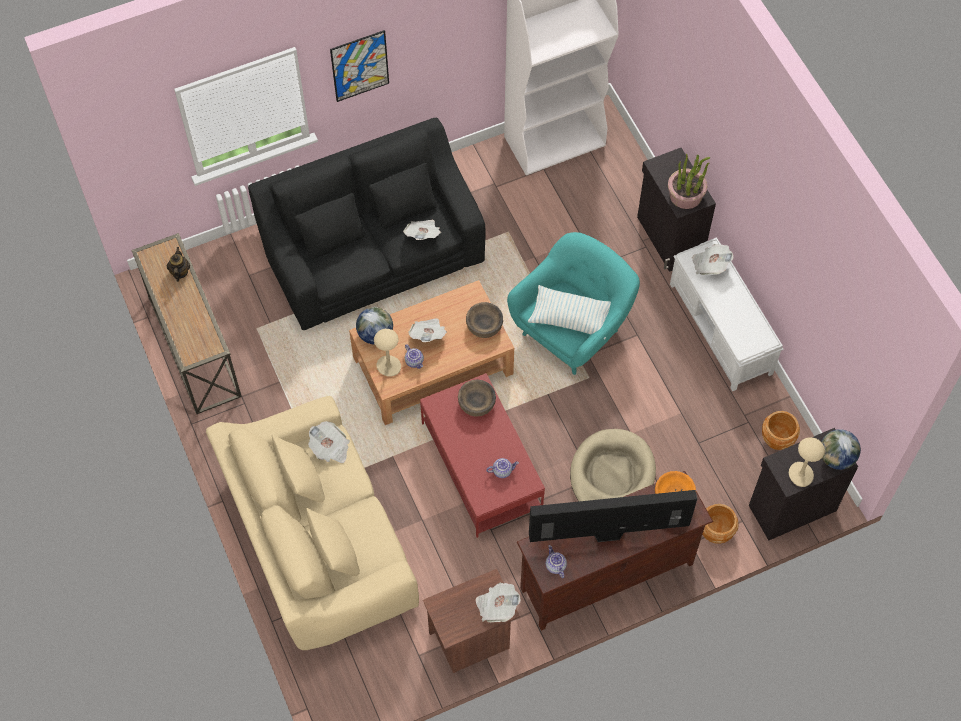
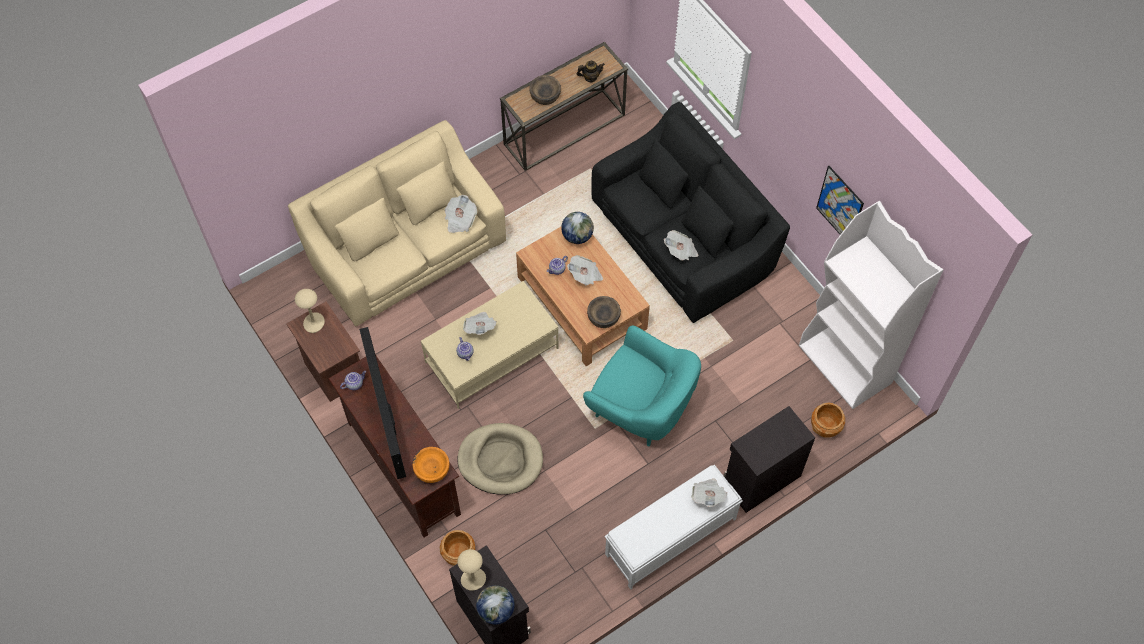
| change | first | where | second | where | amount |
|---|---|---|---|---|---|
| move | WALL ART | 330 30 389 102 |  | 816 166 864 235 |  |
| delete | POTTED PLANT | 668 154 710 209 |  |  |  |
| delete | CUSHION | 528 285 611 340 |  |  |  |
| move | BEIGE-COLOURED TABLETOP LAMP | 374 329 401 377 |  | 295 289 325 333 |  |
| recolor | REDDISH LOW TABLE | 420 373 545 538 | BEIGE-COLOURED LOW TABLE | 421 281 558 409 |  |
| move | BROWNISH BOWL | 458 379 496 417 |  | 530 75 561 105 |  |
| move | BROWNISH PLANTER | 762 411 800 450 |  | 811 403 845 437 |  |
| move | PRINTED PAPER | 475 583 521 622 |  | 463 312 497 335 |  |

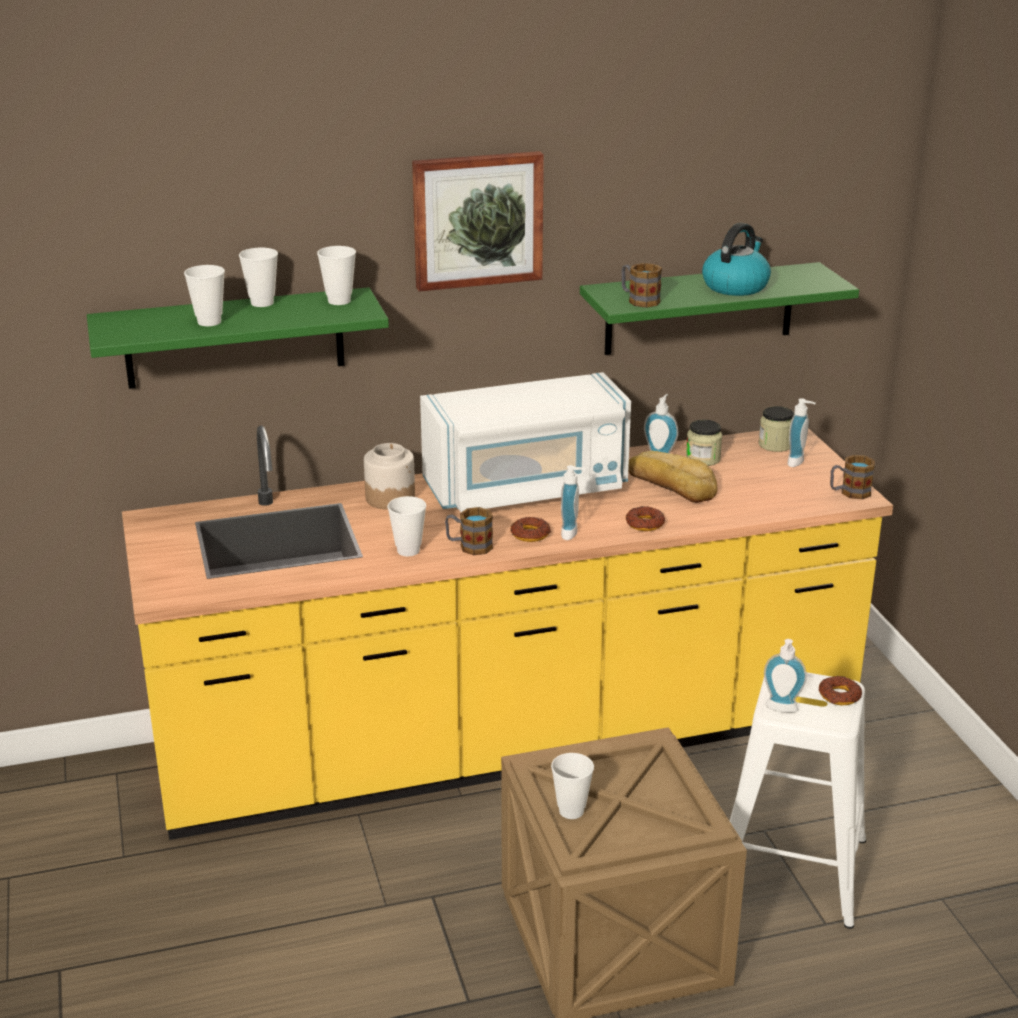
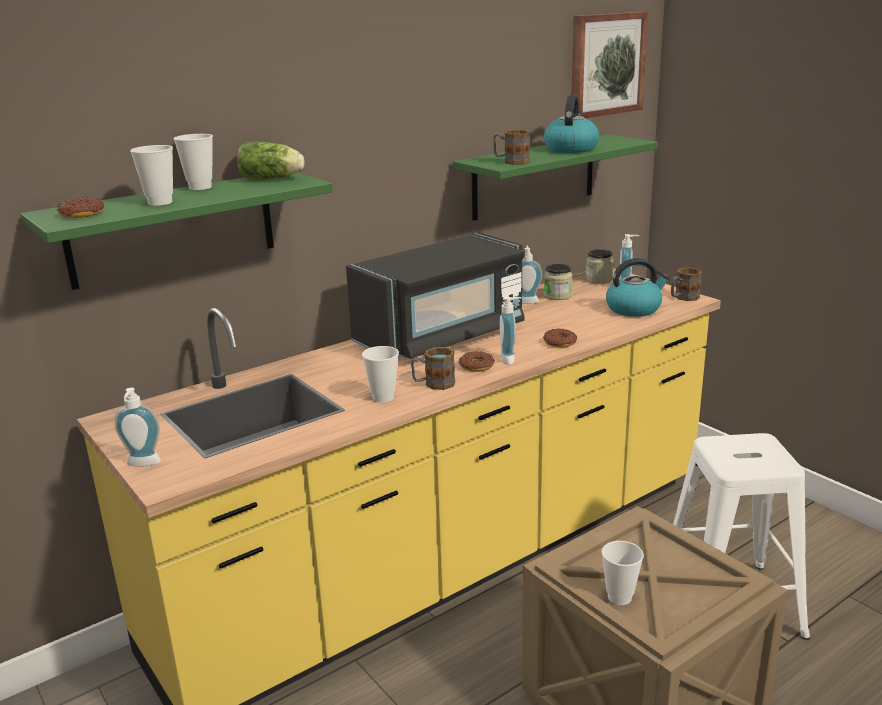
| change | first | where | second | where | amount |
|---|---|---|---|---|---|
| move | WALL ART | 412 151 544 291 |  | 572 12 649 118 |  |
| replace | CUP | 317 246 356 305 | HEAD OF LETTUCE | 237 142 305 180 |  |
| recolor | WHITE-COLOURED MICROWAVE | 420 372 631 512 | BLACK MICROWAVE | 346 233 525 359 |  |
| delete | PRESERVE JAR | 364 443 415 510 |  |  |  |
| delete | BAKERY BREAD | 628 451 717 503 |  |  |  |
| move | SOAP DISPENSER | 764 639 807 713 |  | 115 388 161 467 |  |
| move | DONUT | 819 676 862 705 |  | 57 197 104 218 |  |
| insert |  |  | KETTLE | 606 258 670 317 |  |

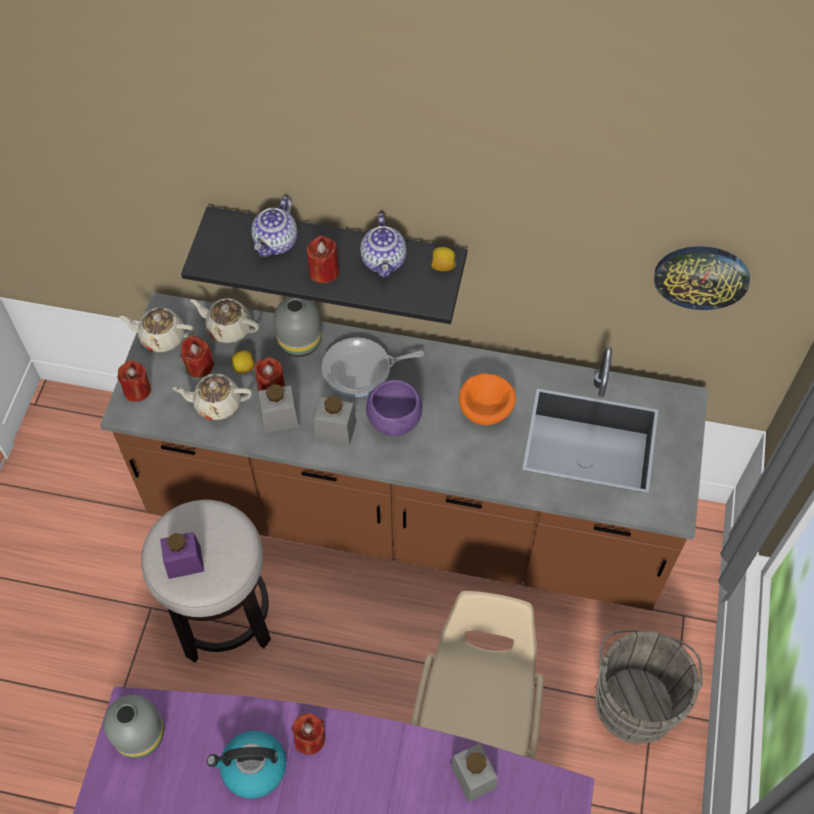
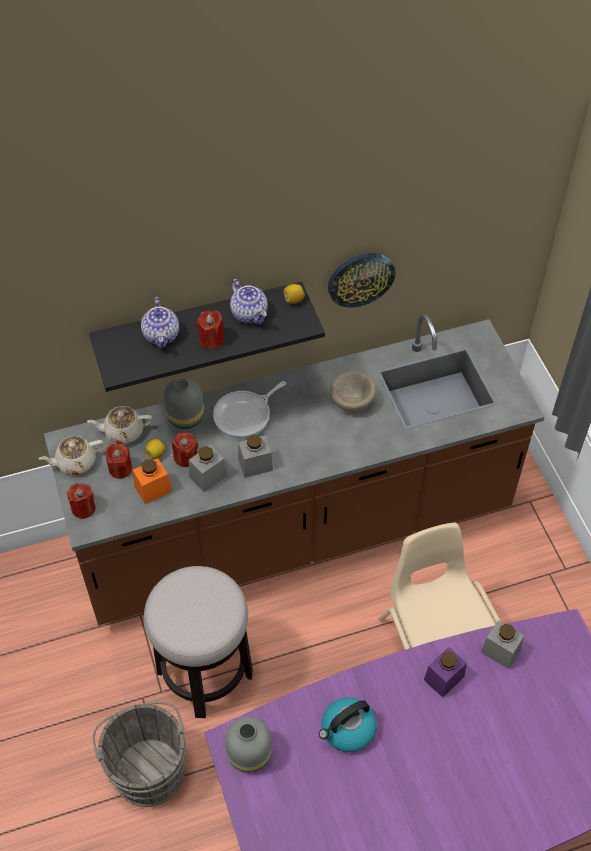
| change | first | where | second | where | amount |
|---|---|---|---|---|---|
| move | WALL CLOCK | 654 246 750 310 |  | 328 253 396 307 |  |
| recolor | ORANGEY BOWL | 459 373 516 425 | BEIGE-COLOURED BOWL | 330 372 376 412 |  |
| replace | BEIGE-COLOURED TEAPOT | 172 374 252 420 | ORANGEY PRESERVE JAR | 133 458 172 504 |  |
| delete | PURPLE BOWL | 366 380 422 436 |  |  |  |
| move | PURPLE PRESERVE JAR | 160 532 204 579 |  | 424 647 467 698 |  |
| move | GREY WATER BUCKET | 595 630 703 745 |  | 92 702 187 807 |  |
| delete | REDDISH WAX LIGHT | 292 713 325 755 |  |  |  |

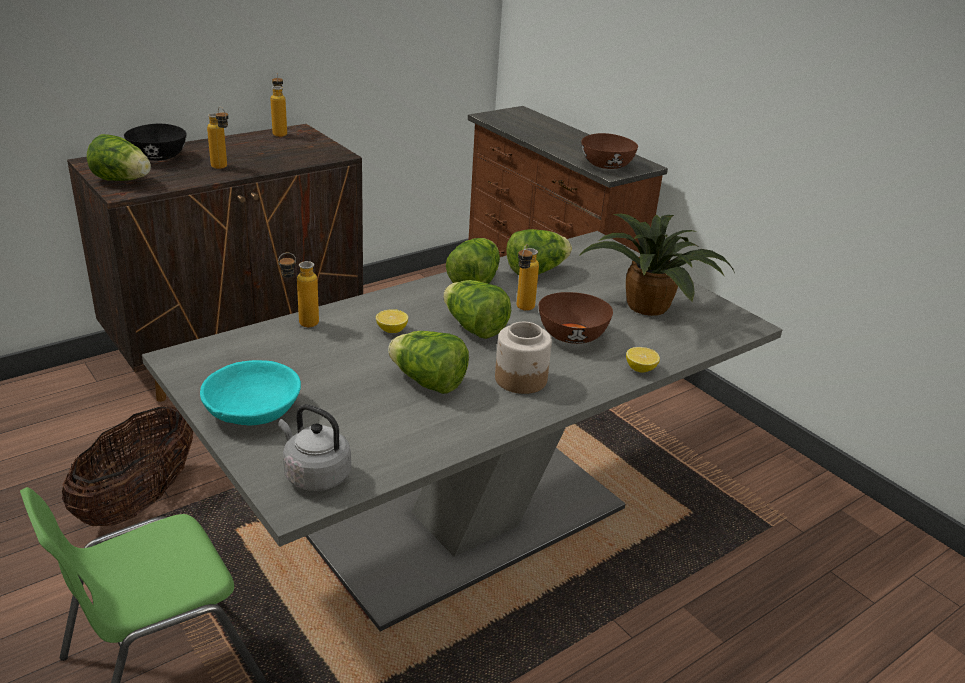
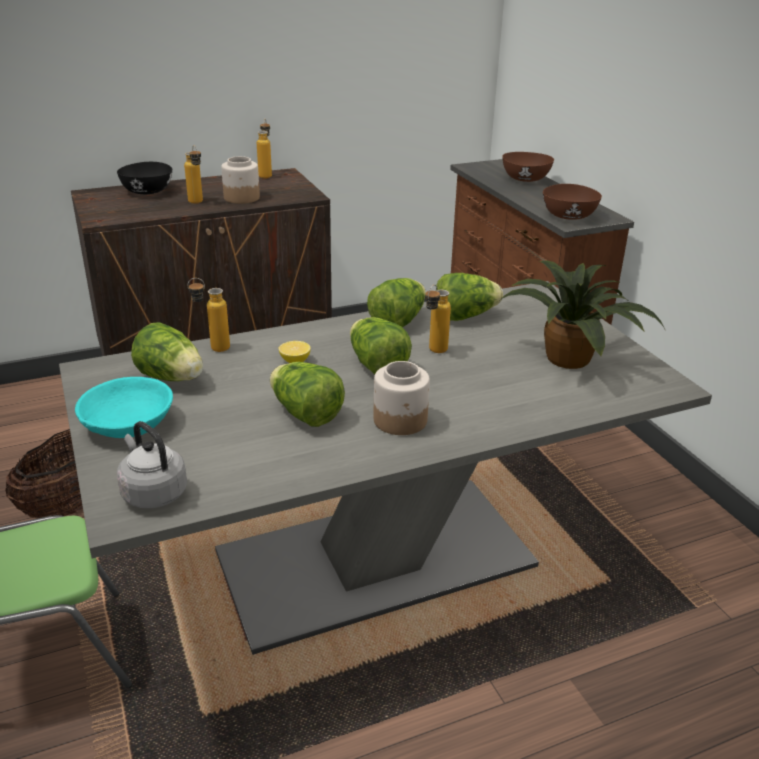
| change | first | where | second | where | amount |
|---|---|---|---|---|---|
| move | HEAD OF LETTUCE | 87 134 151 181 |  | 131 322 203 381 |  |
| move | BROWNISH BOWL | 539 292 613 344 |  | 502 152 554 182 |  |
| delete | CITRUS FRUIT | 626 347 660 373 |  |  |  |
| insert |  |  | PRESERVE JAR | 221 156 260 204 |  |

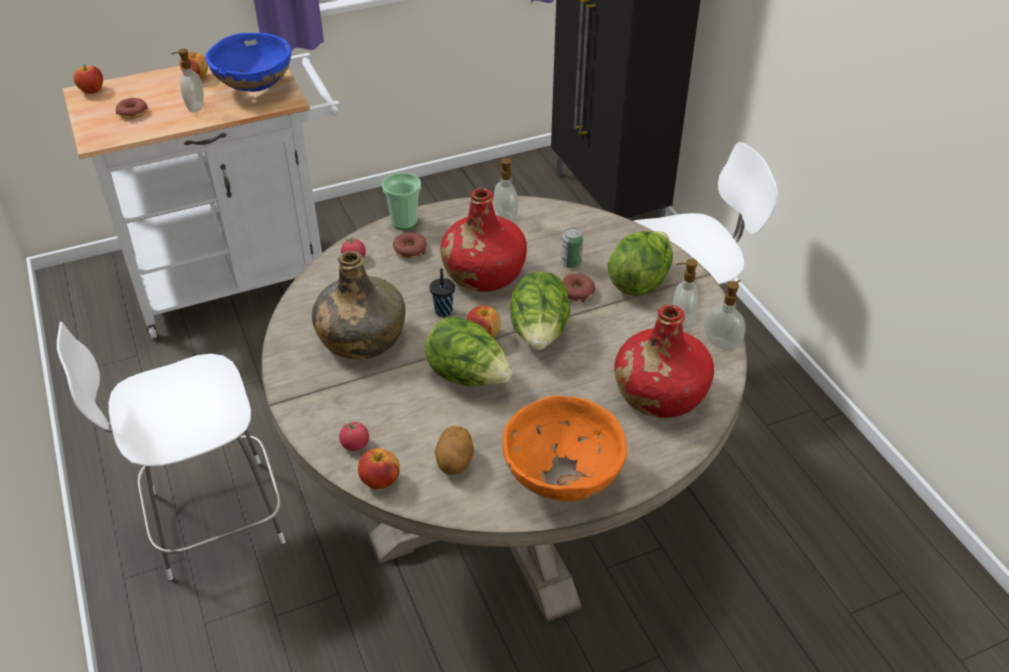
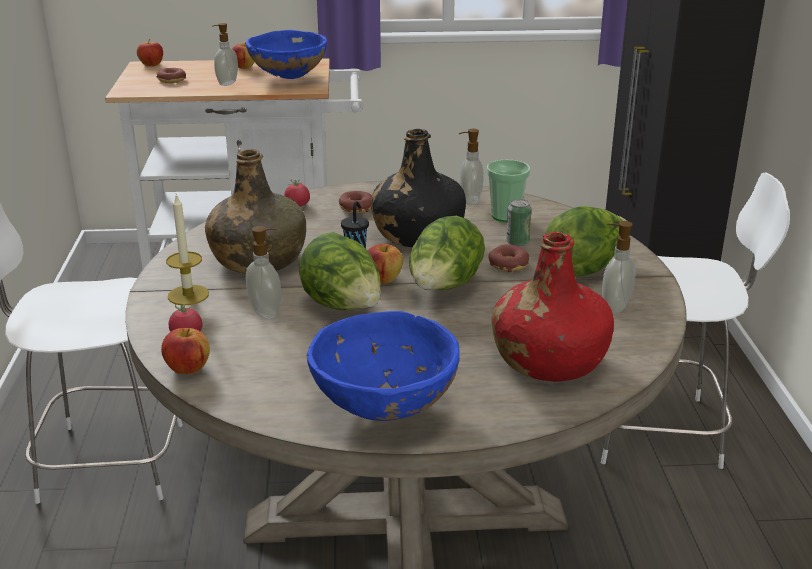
| change | first | where | second | where | amount |
|---|---|---|---|---|---|
| move | CUP | 382 173 421 230 |  | 487 159 530 222 |  |
| recolor | REDDISH BEVERAGE BOTTLE | 440 188 527 292 | BLACK BEVERAGE BOTTLE | 371 129 466 247 |  |
| move | SOAP DISPENSER | 705 280 746 351 |  | 246 226 281 319 |  |
| recolor | ORANGEY BOWL | 503 395 627 501 | BLUE BOWL | 307 311 460 421 |  |
| delete | SPUD | 435 426 474 475 |  |  |  |
| insert |  |  | WAX LIGHT | 166 194 209 305 |  |

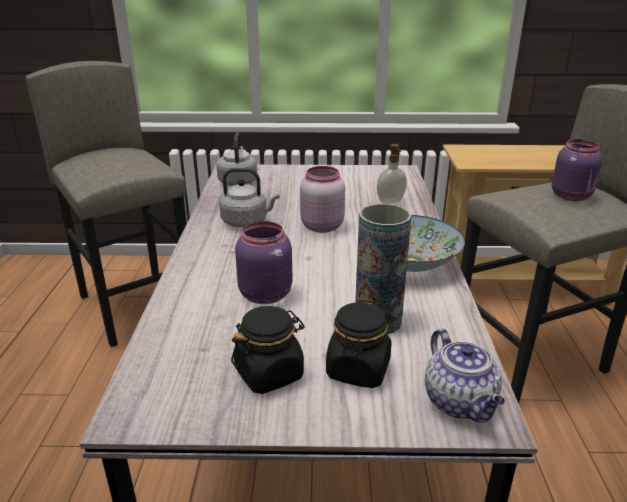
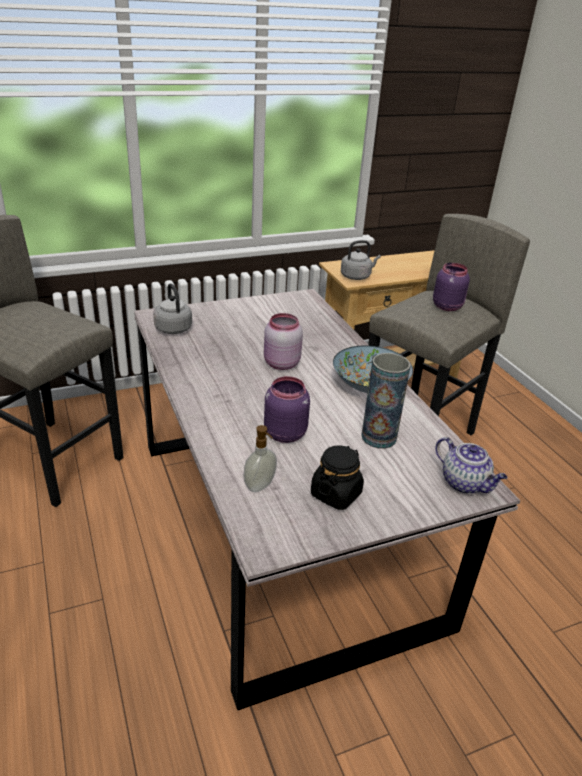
| change | first | where | second | where | amount |
|---|---|---|---|---|---|
| move | SOAP DISPENSER | 377 144 407 204 |  | 243 425 277 492 |  |
| move | GREY KETTLE | 219 168 279 227 |  | 341 240 381 280 |  |
| delete | BLACK PRESERVE JAR | 326 300 392 388 |  |  |  |

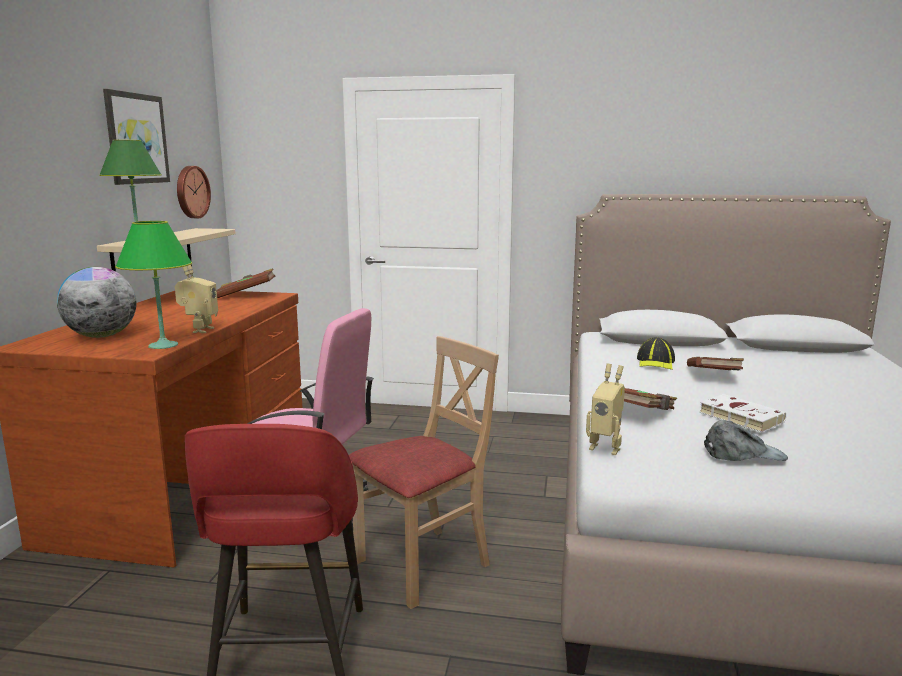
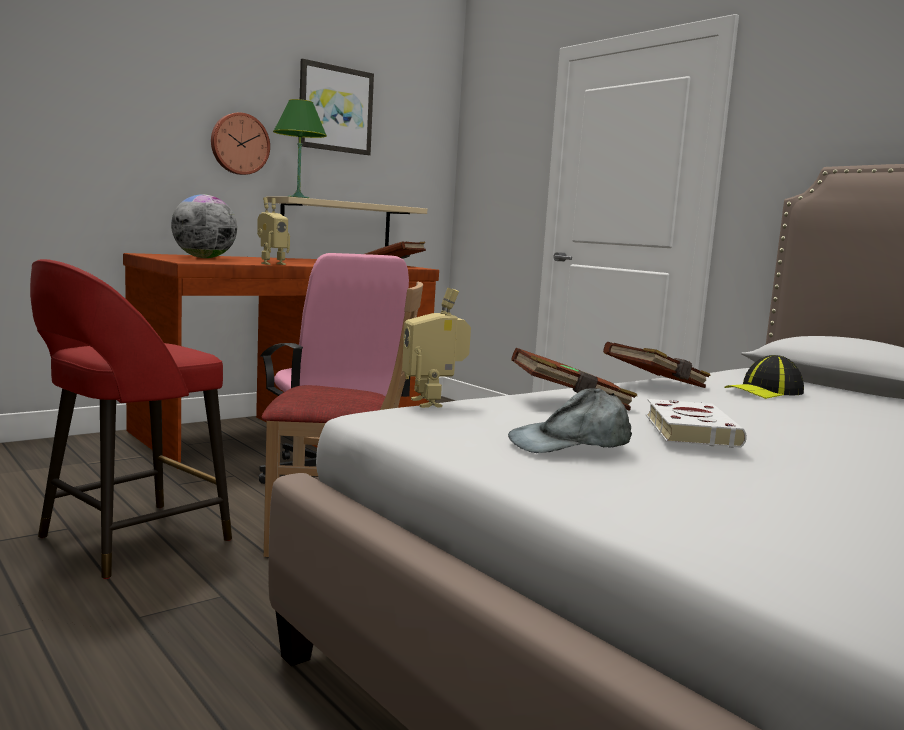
| change | first | where | second | where | amount |
|---|---|---|---|---|---|
| move | WALL CLOCK | 177 166 211 218 |  | 211 112 270 175 |  |
| delete | GREEN TABLETOP LAMP | 115 221 192 349 |  |  |  |
| move | BROWNISH VOLUME | 687 357 744 370 |  | 603 342 711 388 |  |
| rotate | GREY PEAKED CAP | 704 420 788 461 |  | 508 388 632 453 | 120 degrees clockwise |

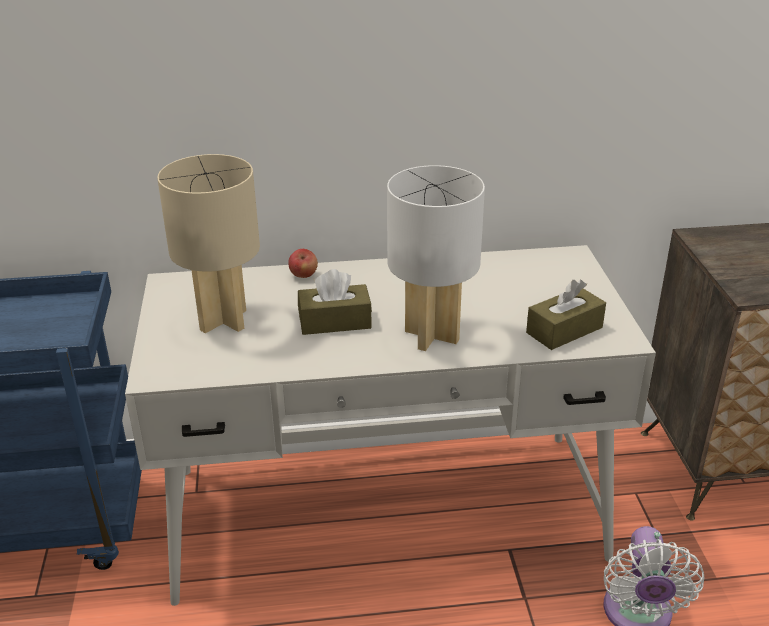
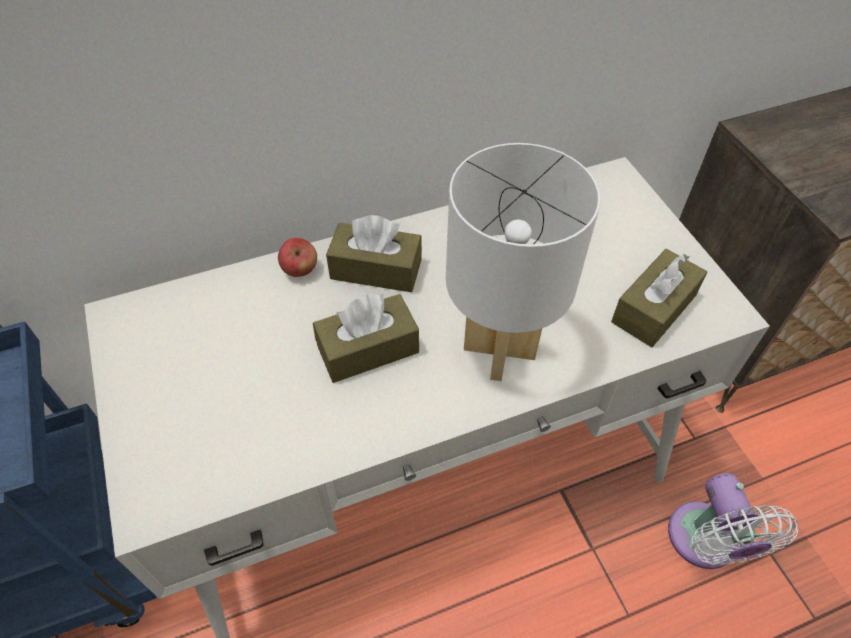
| change | first | where | second | where | amount |
|---|---|---|---|---|---|
| delete | BEIGE-COLOURED TABLETOP LAMP | 157 154 260 333 |  |  |  |
| insert |  |  | BROWNISH BOX OF TISSUES | 326 215 422 292 |  |

